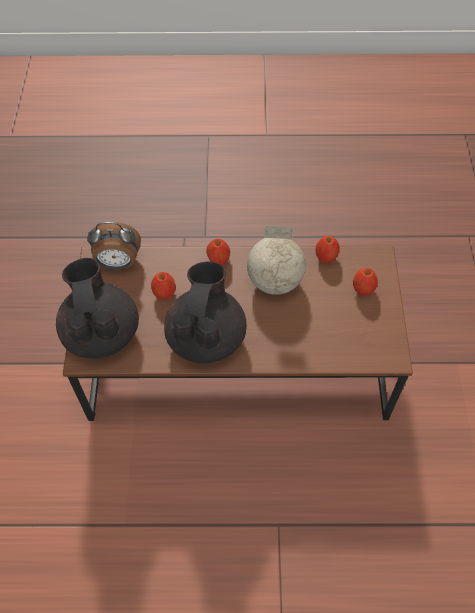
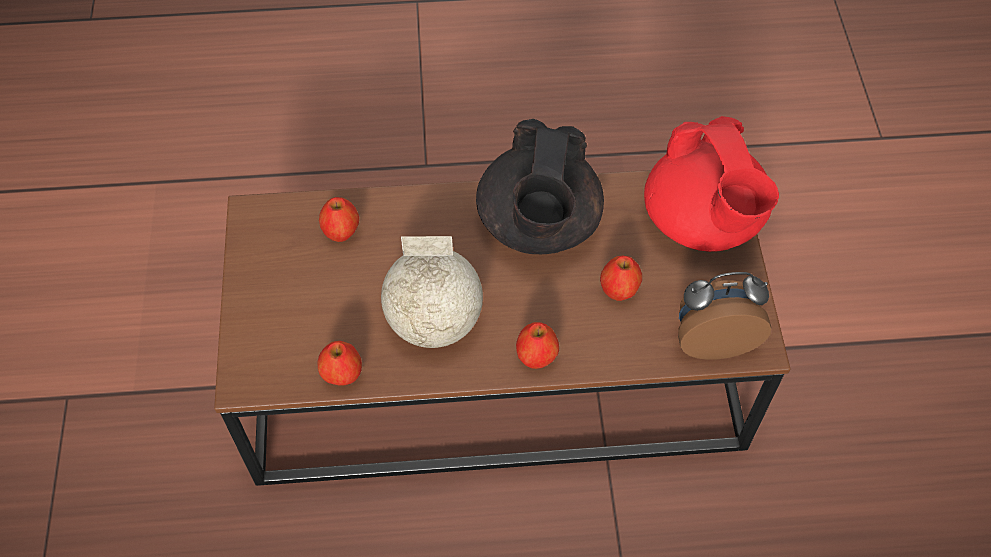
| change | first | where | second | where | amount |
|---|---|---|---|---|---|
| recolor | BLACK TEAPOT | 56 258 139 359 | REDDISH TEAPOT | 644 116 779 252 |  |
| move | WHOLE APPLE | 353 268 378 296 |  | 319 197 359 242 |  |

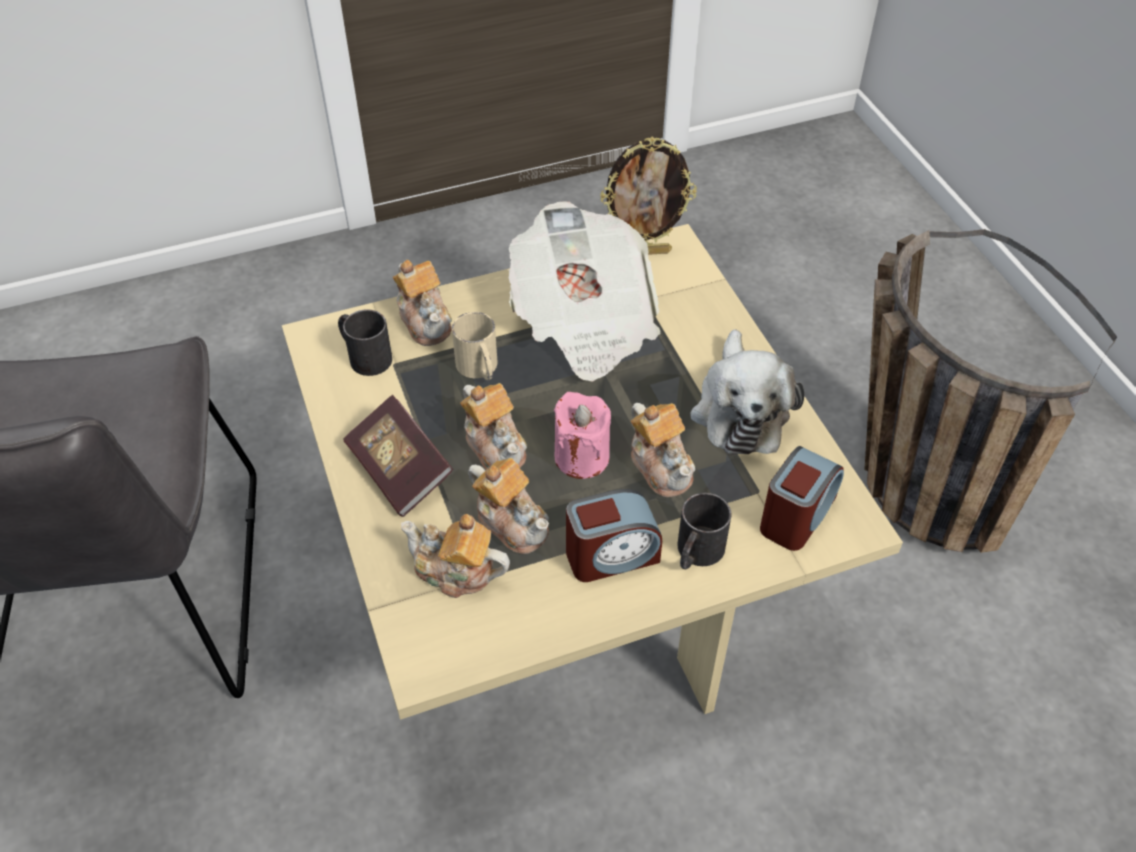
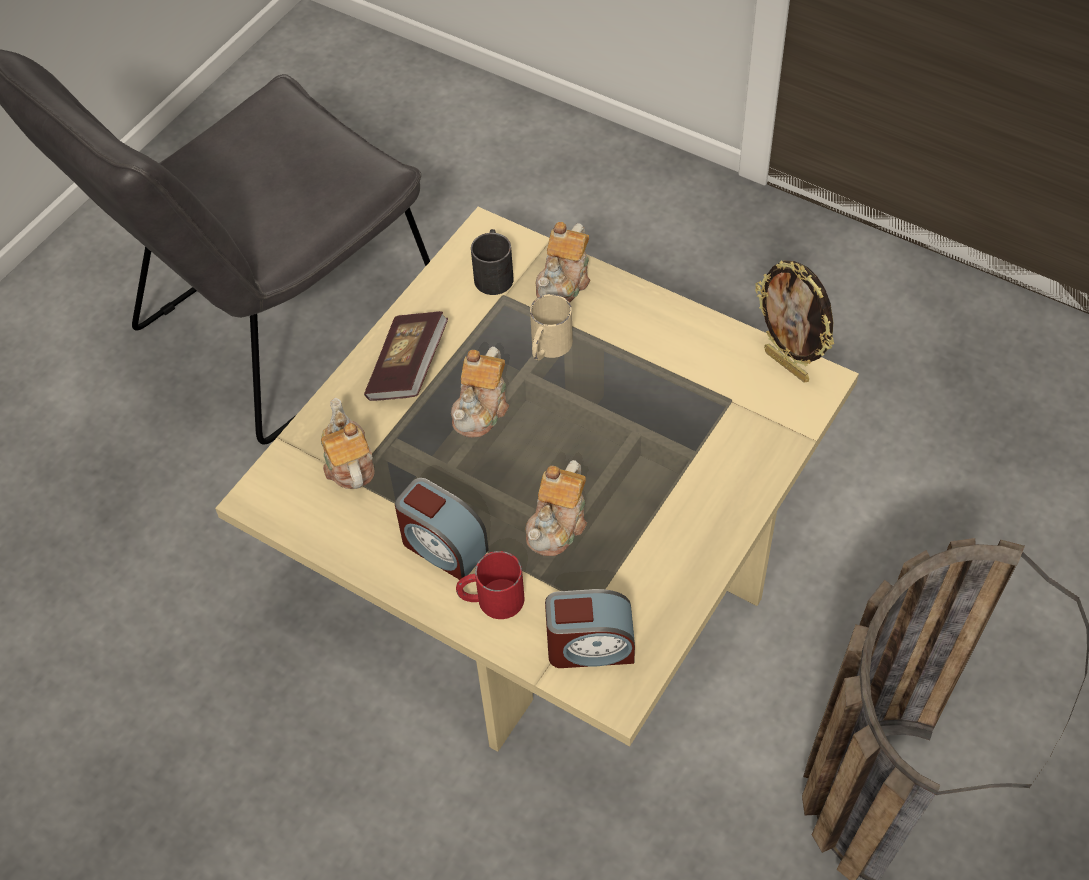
| change | first | where | second | where | amount |
|---|---|---|---|---|---|
| delete | PRINTED PAPER | 509 201 660 382 |  |  |  |
| delete | SOFT TOY | 690 329 805 455 |  |  |  |
| delete | PINK WAX LIGHT | 554 392 611 479 |  |  |  |
| delete | TEAPOT | 468 458 549 554 |  |  |  |
| recolor | BLACK COFFEE MUG | 678 493 732 569 | REDDISH COFFEE MUG | 456 551 525 619 |  |

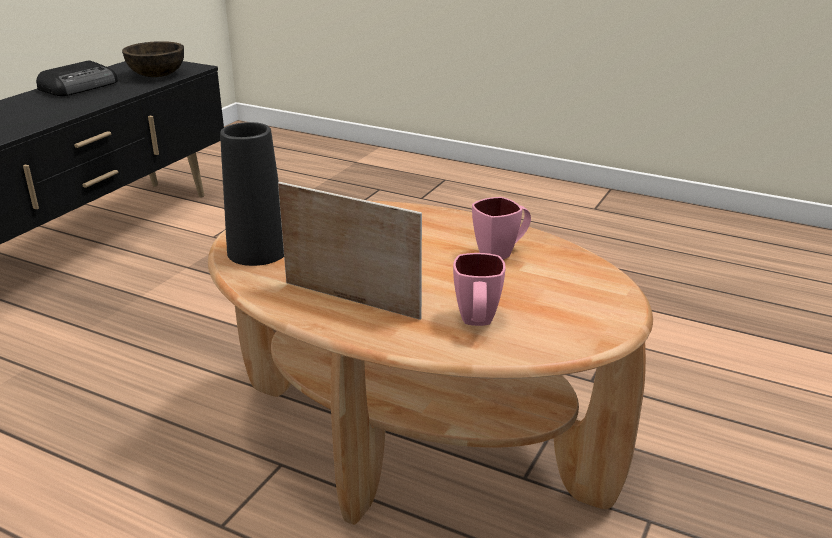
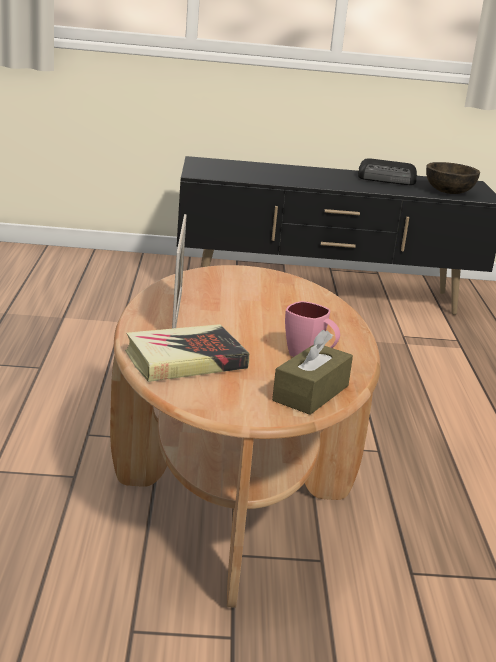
| change | first | where | second | where | amount |
|---|---|---|---|---|---|
| delete | BLACK DECORATIVE VASE | 220 122 284 266 |  |  |  |
| replace | PINK COFFEE MUG | 453 253 506 326 | VOLUME | 125 324 249 382 |  |
| insert |  |  | BROWNISH BOX OF TISSUES | 272 330 353 415 |  |

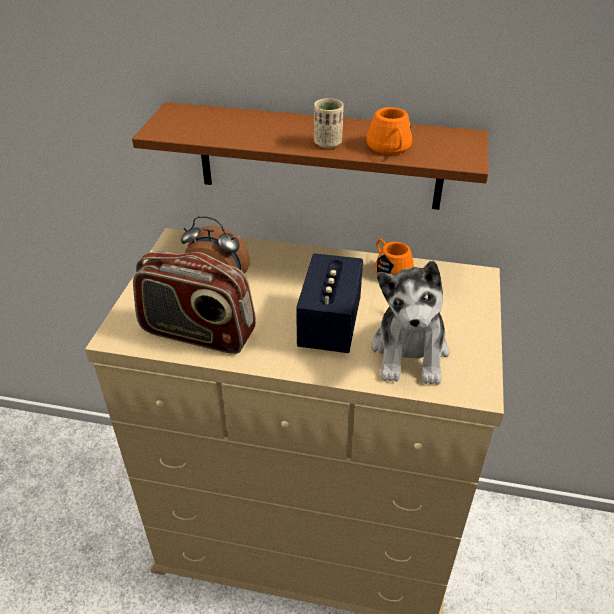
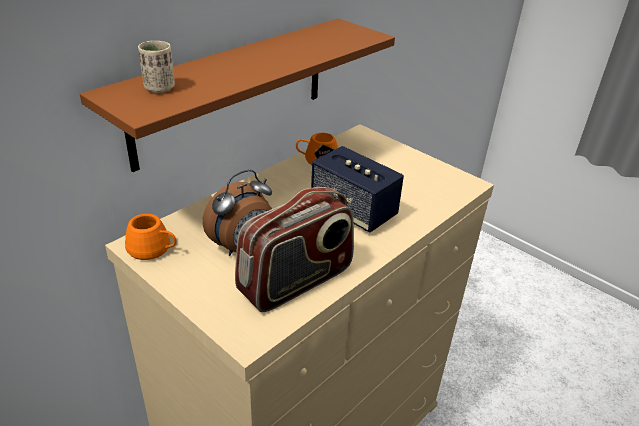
| change | first | where | second | where | amount |
|---|---|---|---|---|---|
| move | BEIGE-COLOURED CUP | 314 98 344 148 |  | 138 41 175 93 |  |
| move | ORANGEY COFFEE MUG | 366 107 412 154 |  | 125 214 176 260 |  |
| delete | SOFT TOY | 371 260 450 385 |  |  |  |

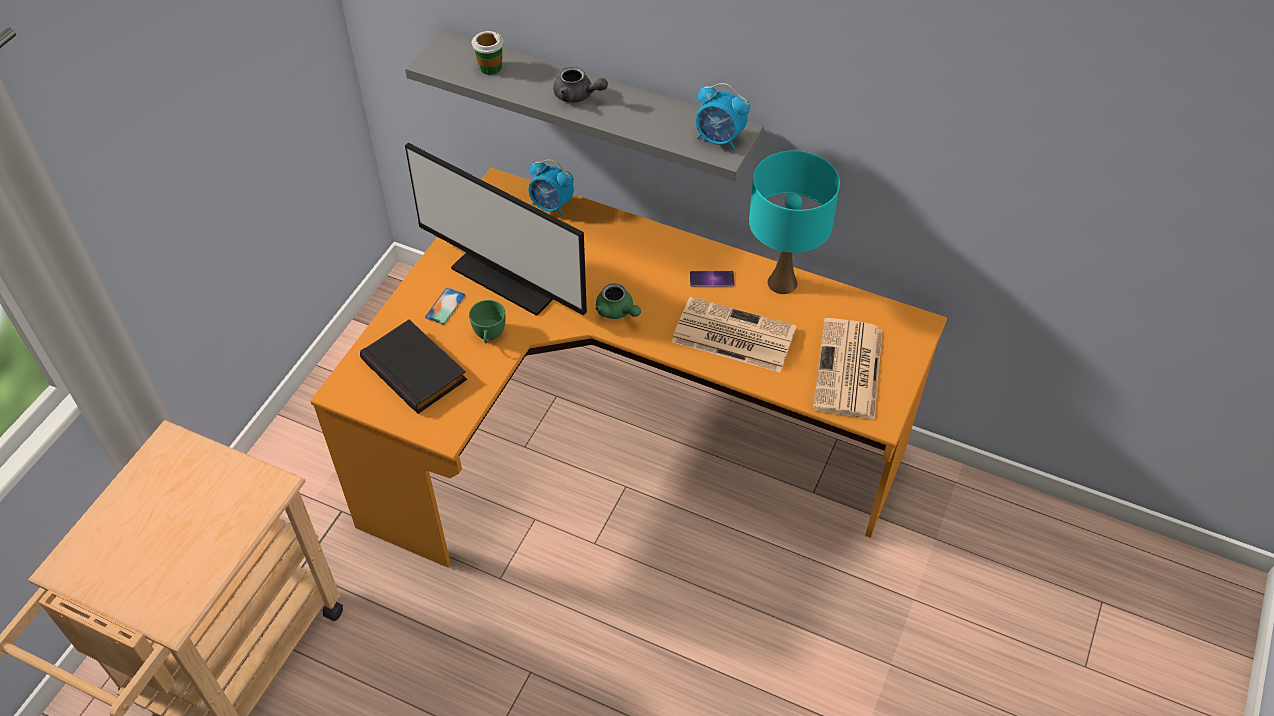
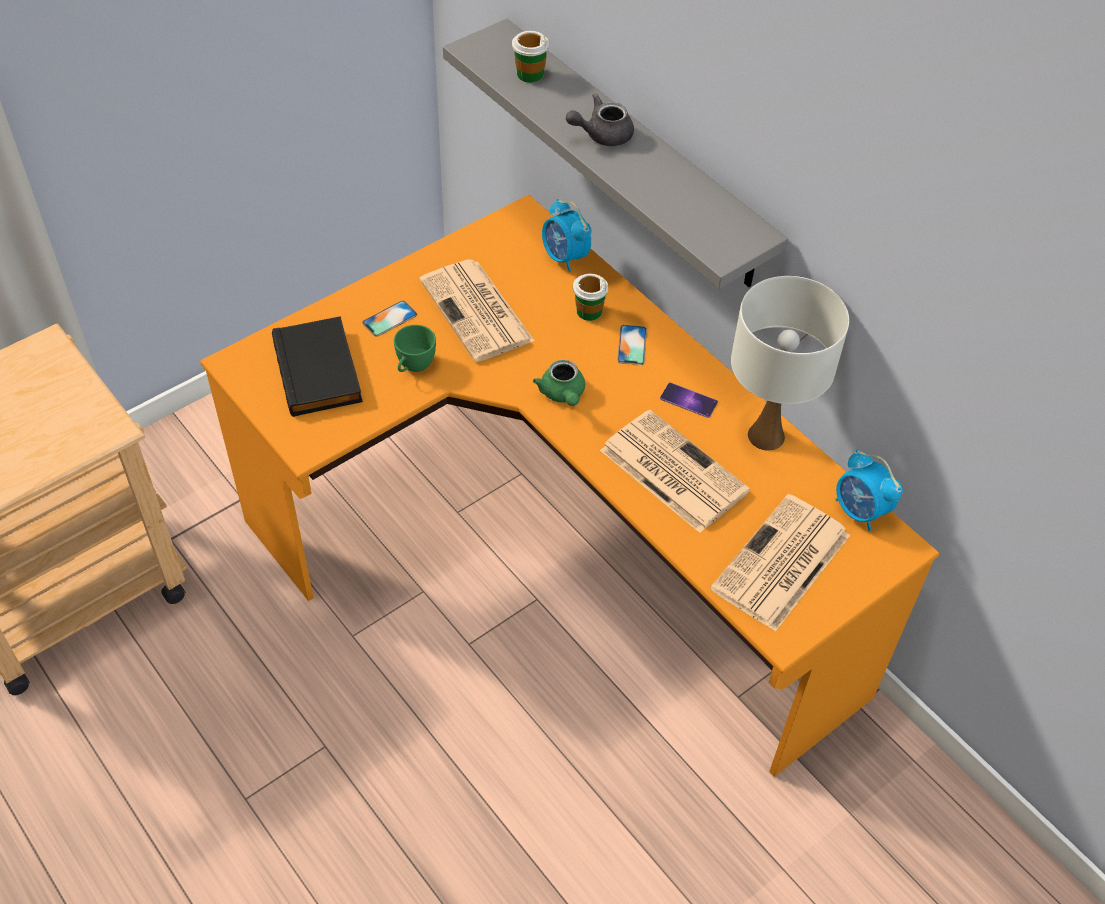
| change | first | where | second | where | amount |
|---|---|---|---|---|---|
| rotate | GREY TEAPOT | 553 66 608 103 |  | 566 93 634 146 | 105 degrees clockwise |
| move | ALARM CLOCK | 696 83 750 150 |  | 835 450 903 531 |  |
| replace | MONITOR | 405 143 587 316 | PRINTED PAPER | 419 260 534 362 |  |
| recolor | BLUE-GREEN TABLETOP LAMP | 749 151 840 294 | WHITE-COLOURED TABLETOP LAMP | 731 276 849 450 |  |
| insert |  |  | CUP | 573 274 609 321 |  |
| insert |  |  | TELEPHONE | 617 325 647 365 |  |

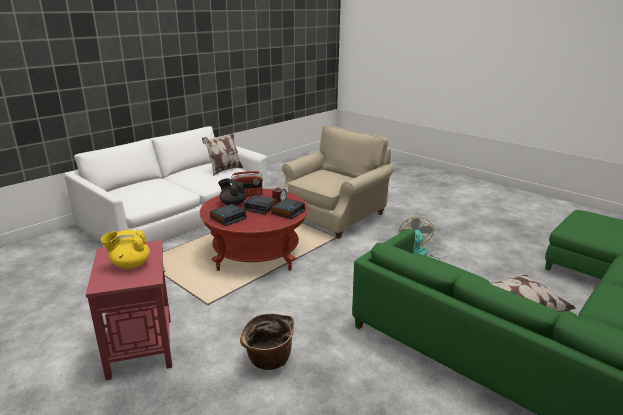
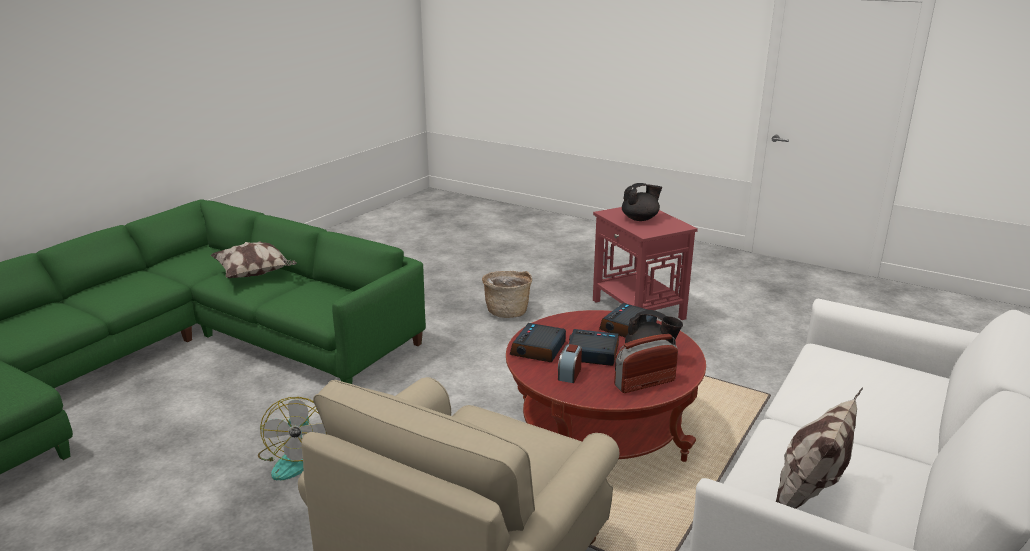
| change | first | where | second | where | amount |
|---|---|---|---|---|---|
| recolor | YELLOWISH TEAPOT | 101 230 150 269 | BLACK TEAPOT | 622 183 662 221 |  |

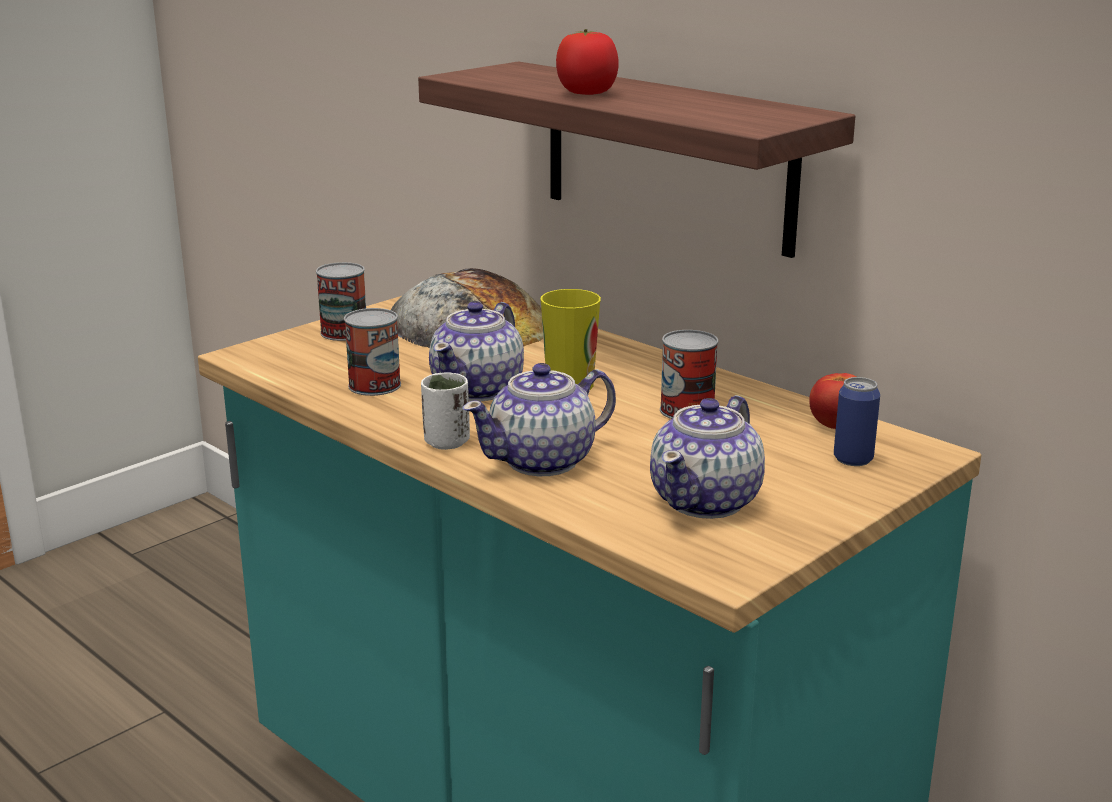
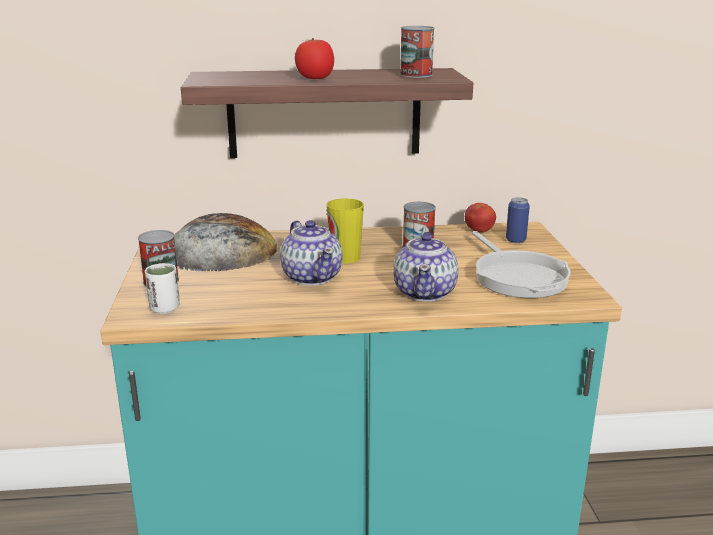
| change | first | where | second | where | amount |
|---|---|---|---|---|---|
| move | METAL CAN | 344 308 401 396 |  | 400 26 435 78 |  |
| move | WHITE-COLOURED CUP | 421 372 470 450 |  | 145 263 180 314 |  |
| replace | TEAPOT | 650 395 765 519 | SKILLET | 472 231 571 298 |  |

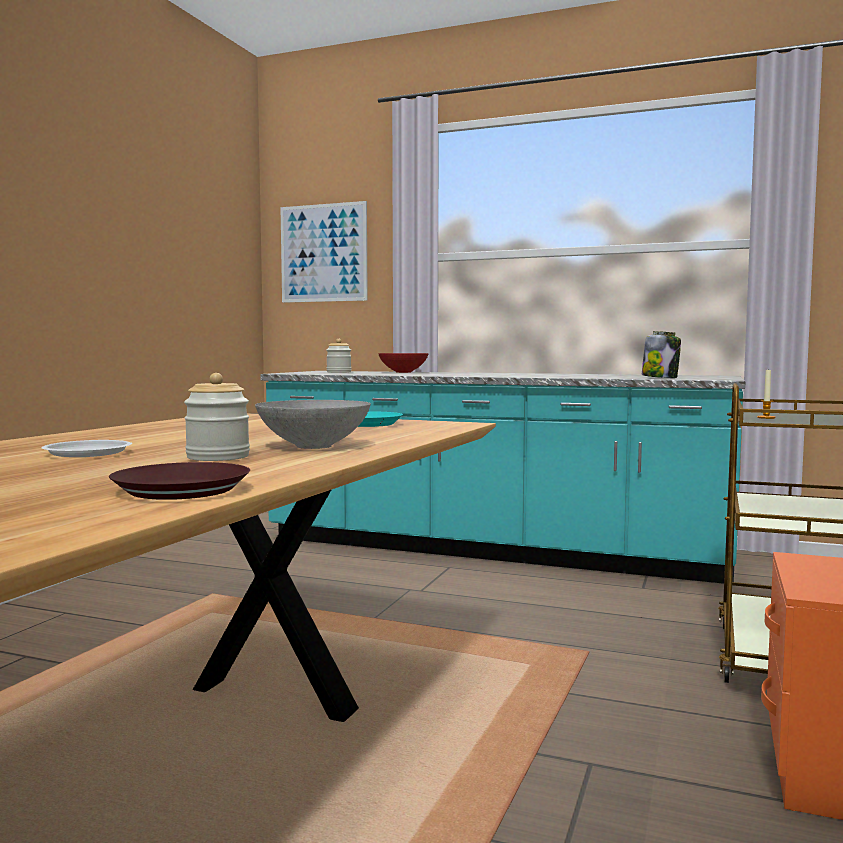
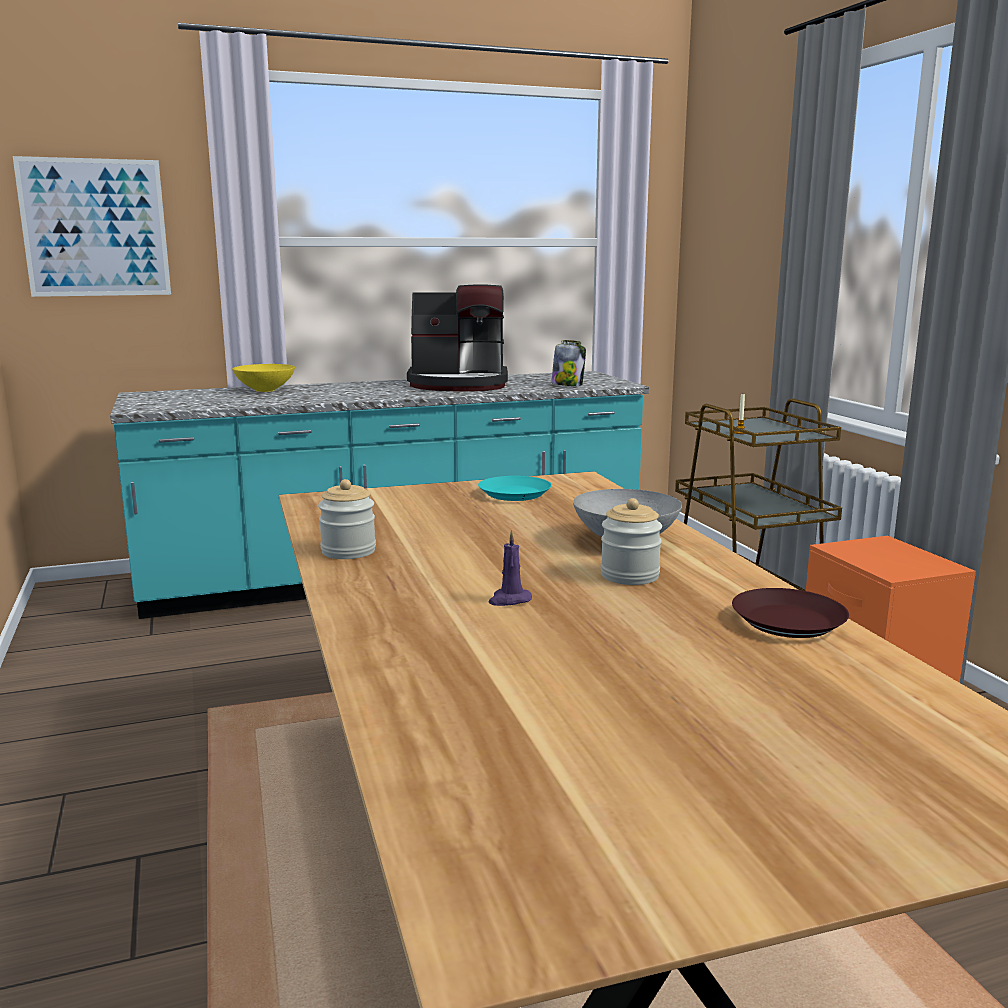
| change | first | where | second | where | amount |
|---|---|---|---|---|---|
| move | PRESERVE JAR | 326 339 351 373 |  | 318 479 376 559 |  |
| recolor | REDDISH BOWL | 378 353 429 373 | YELLOWISH BOWL | 232 364 295 392 |  |
| replace | WHITE-COLOURED DINNER PLATE | 41 440 132 457 | PURPLE WAX LIGHT | 488 530 532 606 |  |
| insert |  |  | COFFEE MAKER | 407 284 508 391 |  |

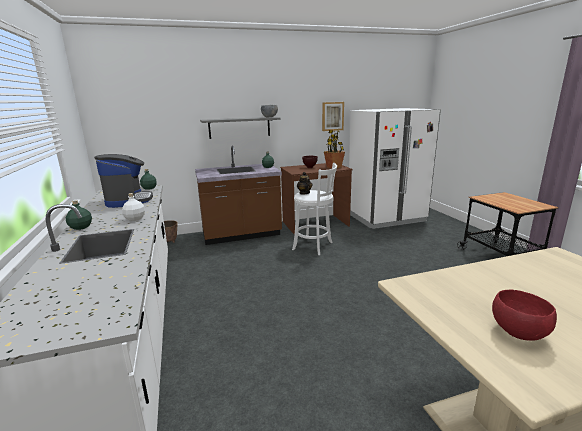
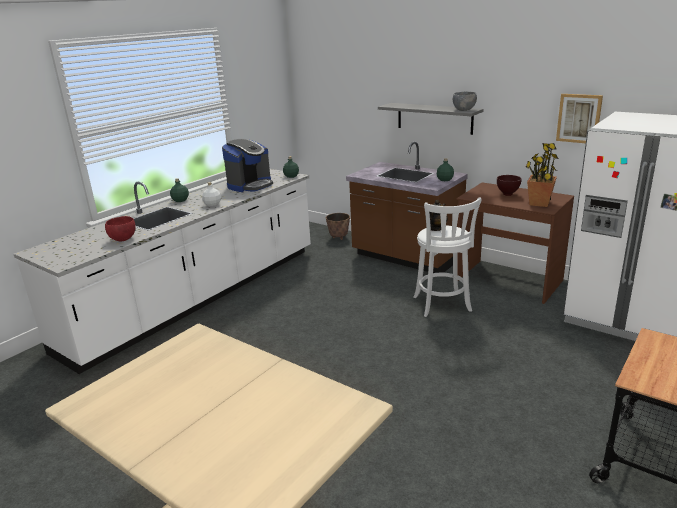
| change | first | where | second | where | amount |
|---|---|---|---|---|---|
| move | REDDISH BOWL | 492 290 557 341 |  | 105 216 136 242 |  |

